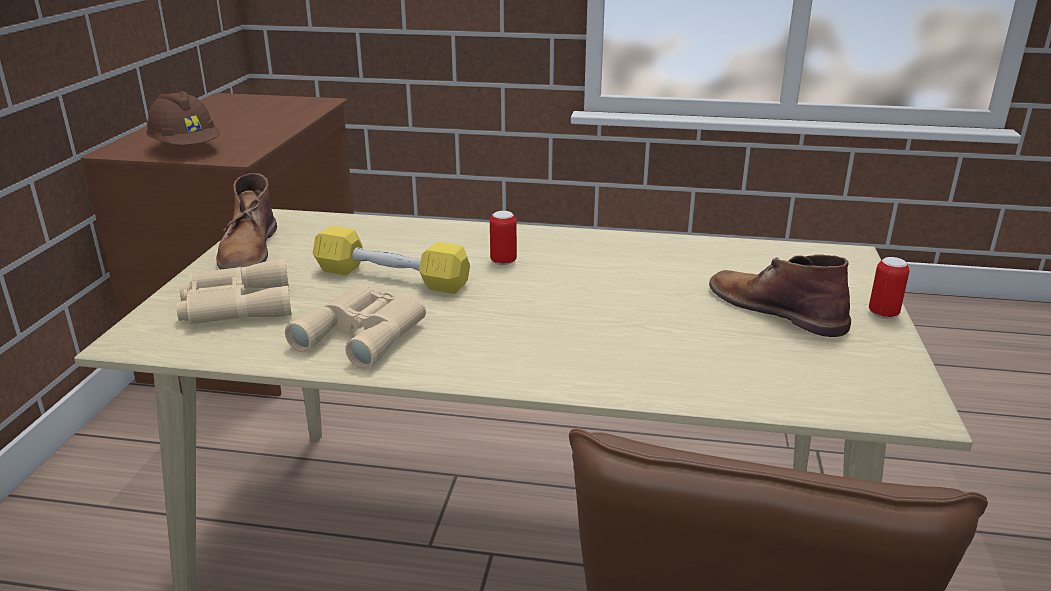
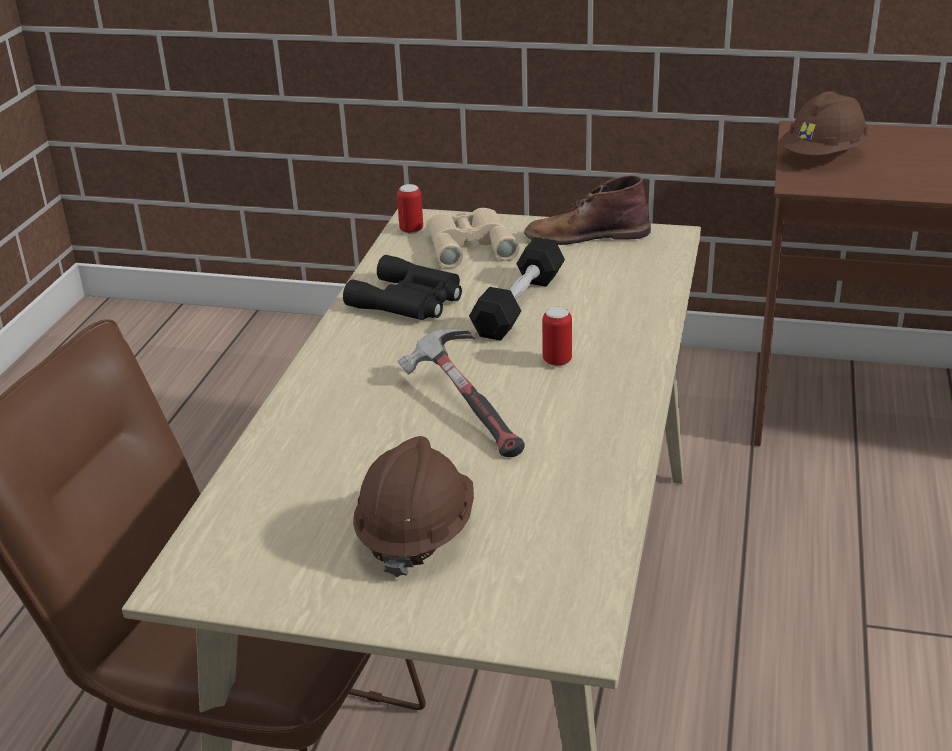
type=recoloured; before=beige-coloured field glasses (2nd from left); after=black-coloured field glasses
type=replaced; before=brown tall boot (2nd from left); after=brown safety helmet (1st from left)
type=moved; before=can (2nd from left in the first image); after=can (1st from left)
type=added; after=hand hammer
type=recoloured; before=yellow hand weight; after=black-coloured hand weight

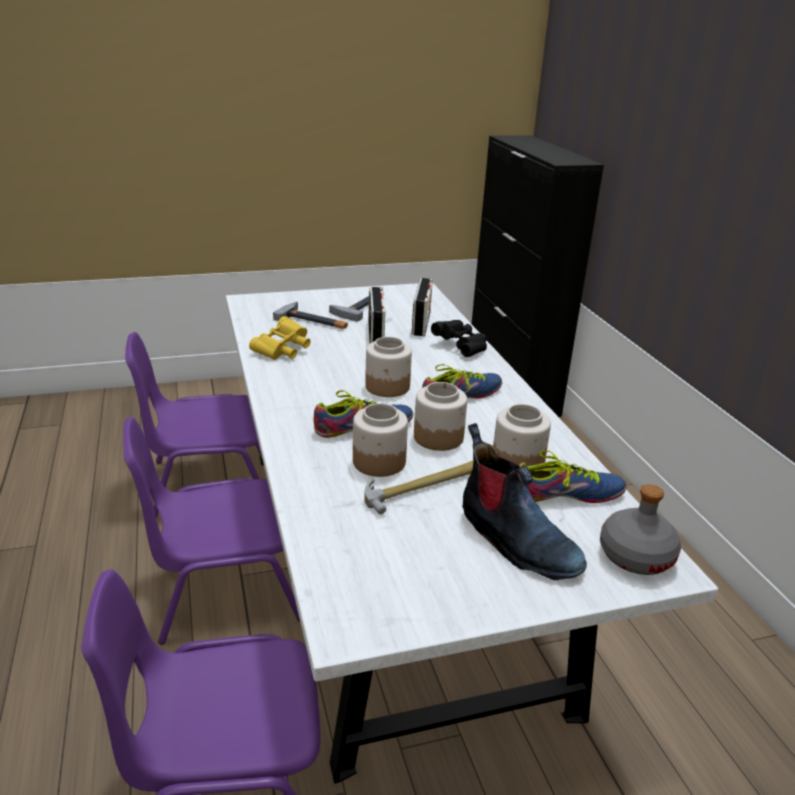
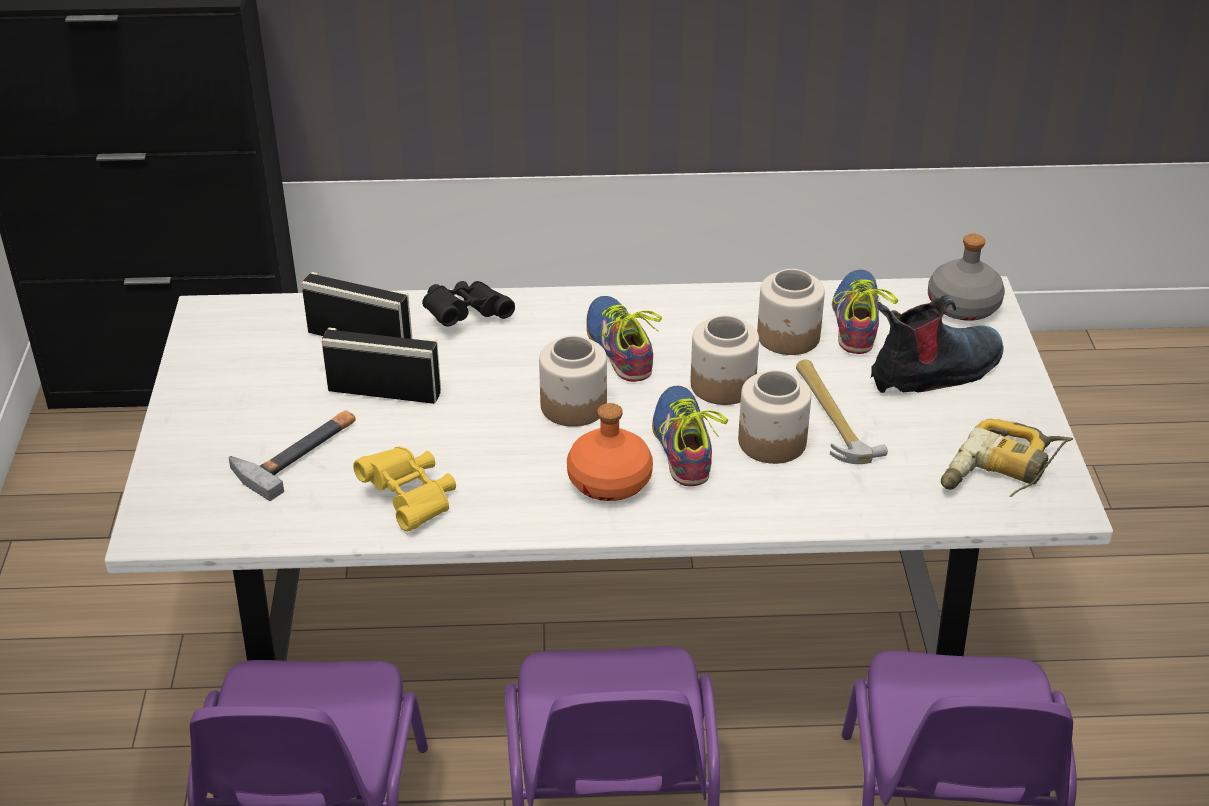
type=added; after=orangey bottle
type=added; after=electric drill
type=removed; before=hand hammer (2nd from left)

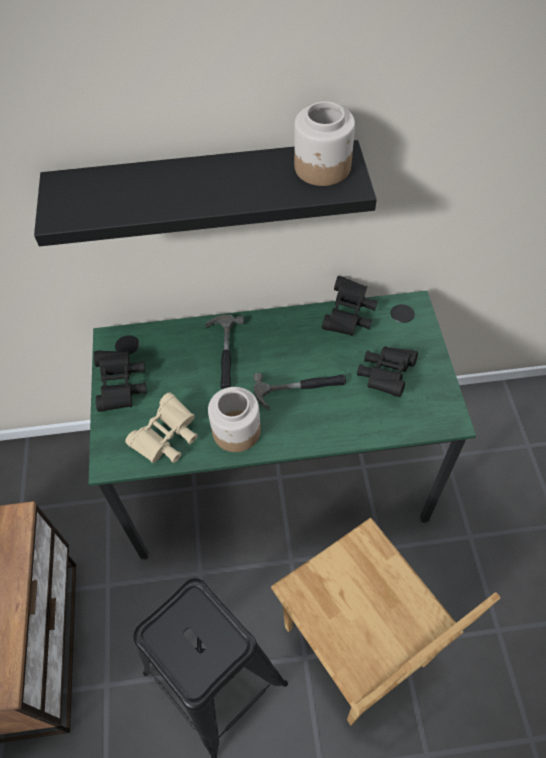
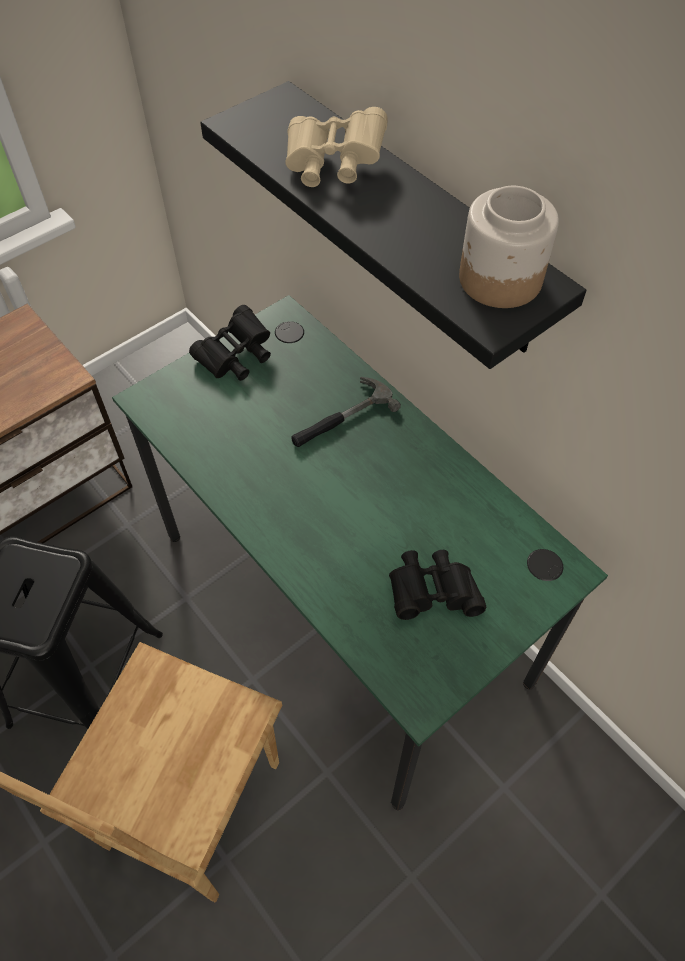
type=moved; before=beige-coloured field glasses
type=removed; before=preserve jar (1st from left)
type=removed; before=hand hammer (2nd from left)
type=removed; before=black-coloured field glasses (2nd from left)

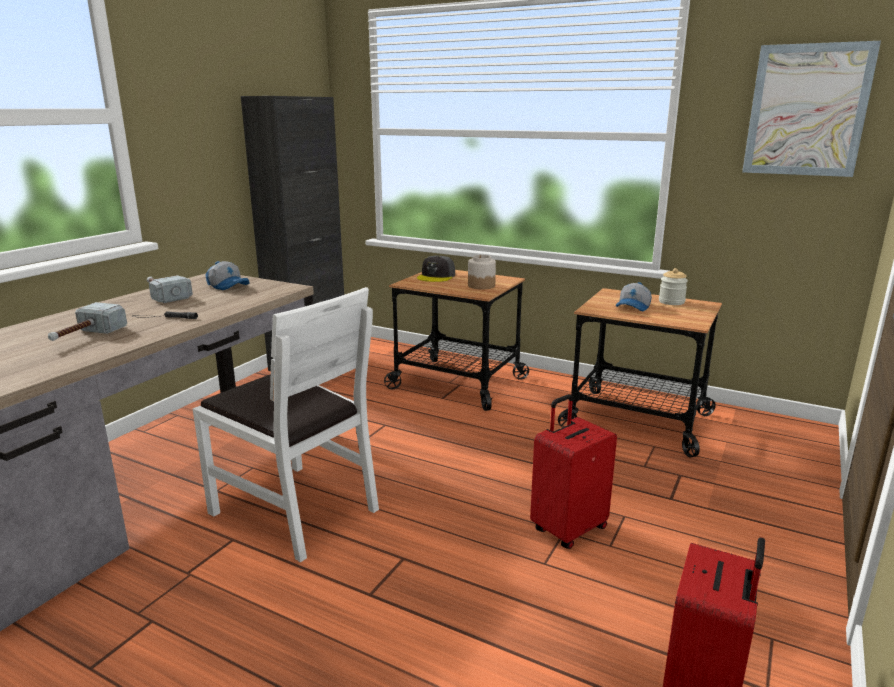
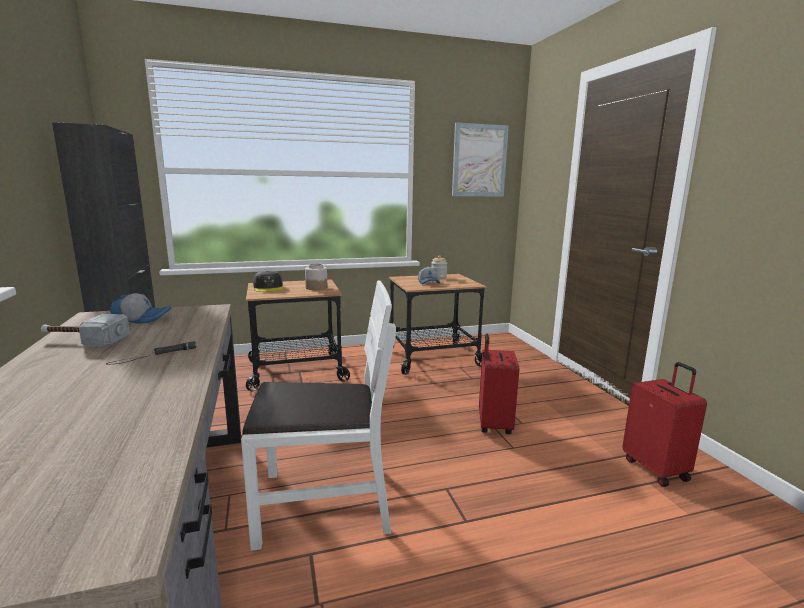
type=removed; before=hand hammer (1st from left)

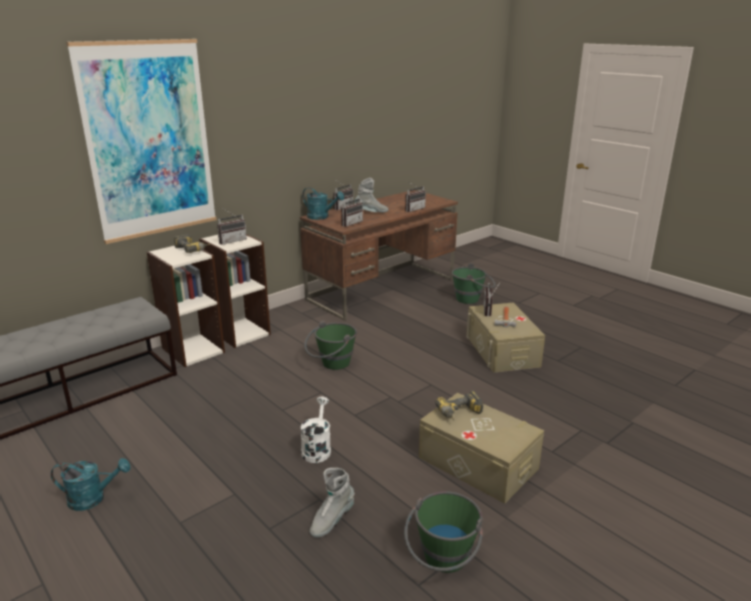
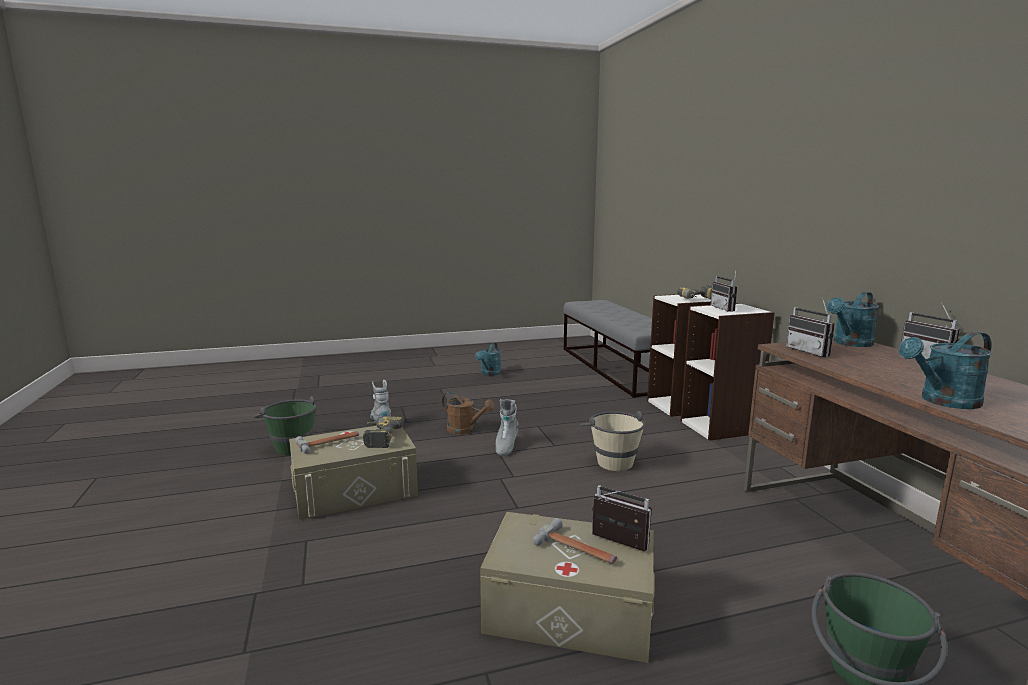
type=added; after=hand hammer (1st from left)
type=recoloured; before=white-coloured sprinkling can; after=brown sprinkling can
type=moved; before=greyish tall boot (2nd from left)
type=recoloured; before=green-coloured water bucket (1st from left); after=beige-coloured water bucket
type=replaced; before=radio set (4th from left); after=blue-green sprinkling can (3rd from left)
type=removed; before=picture

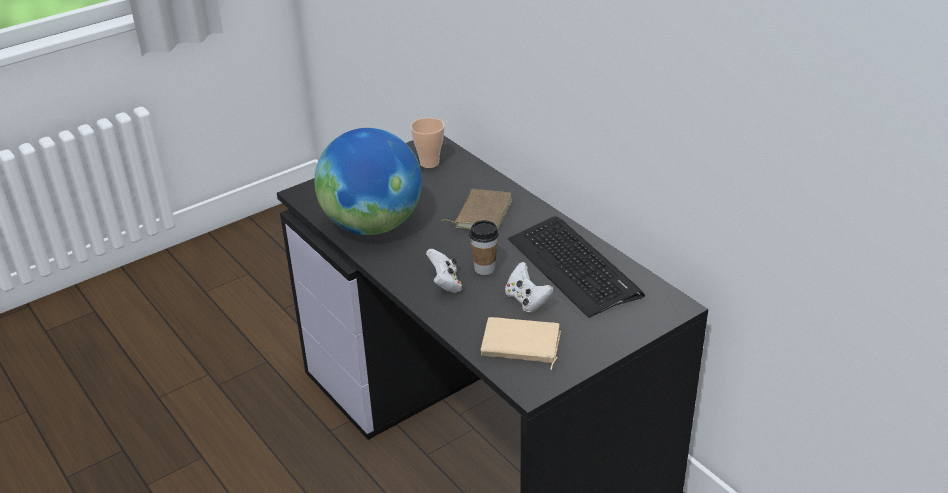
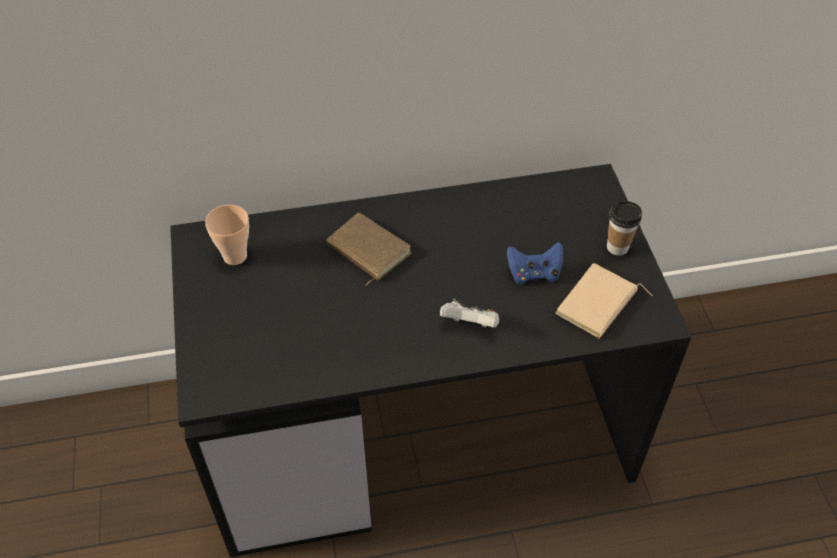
type=recoloured; before=white-coloured game controller (2nd from left); after=bluish game controller
type=moved; before=cup (2nd from left)
type=removed; before=globe
type=removed; before=keyboard

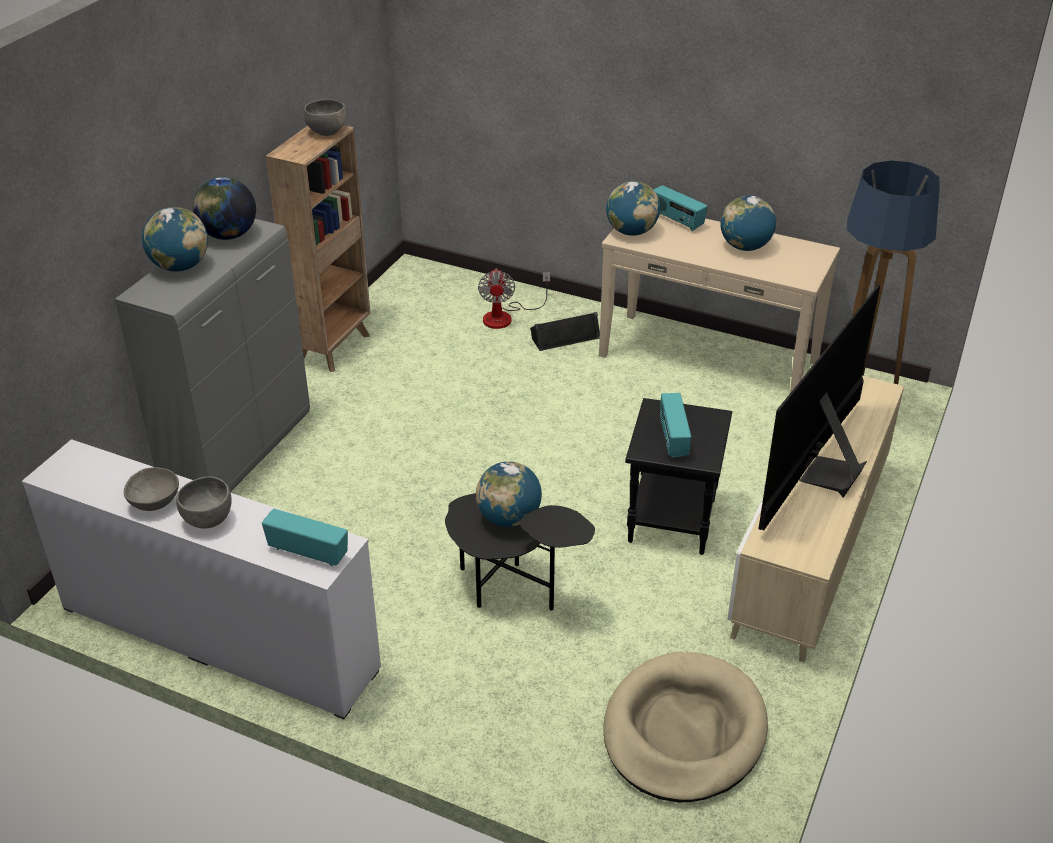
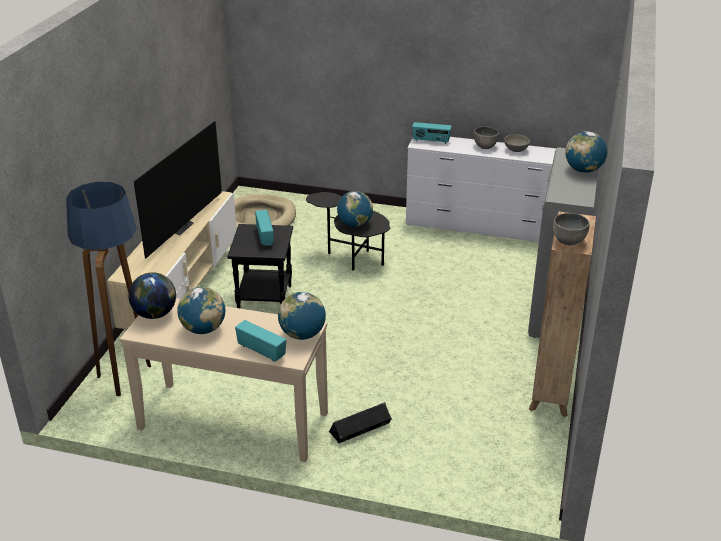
type=moved; before=globe (2nd from left in the first image); after=globe (1st from left)
type=removed; before=fan

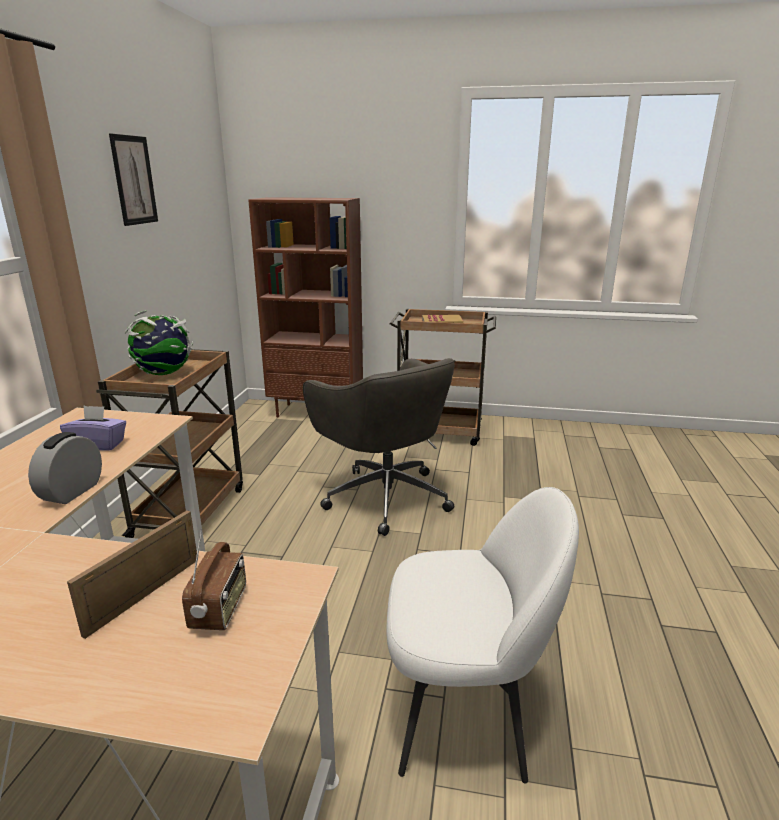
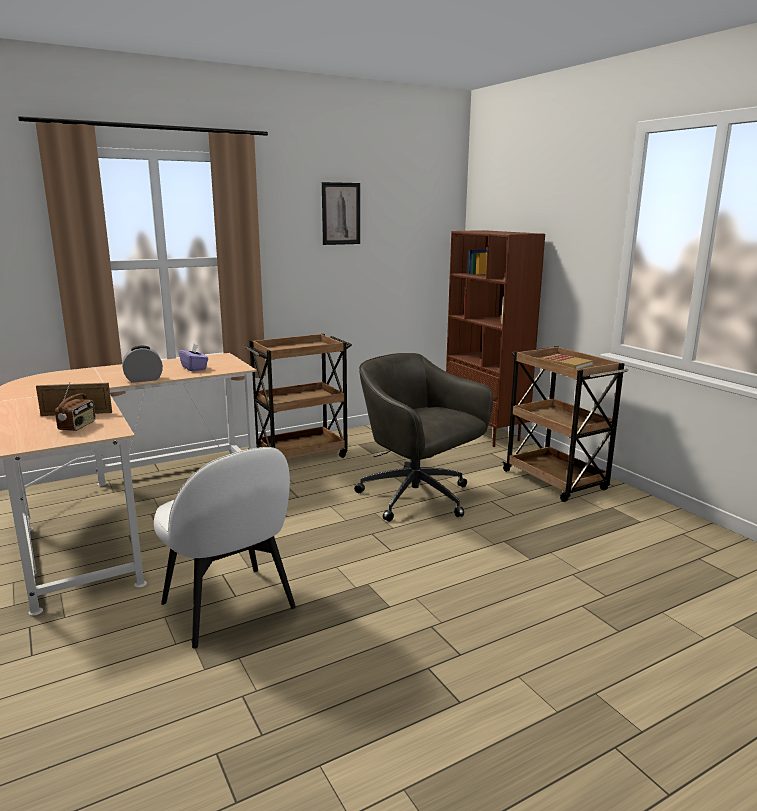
type=turned; before=radio set; turn=-45
type=turned; before=greyish computer chair; turn=120
type=removed; before=globe

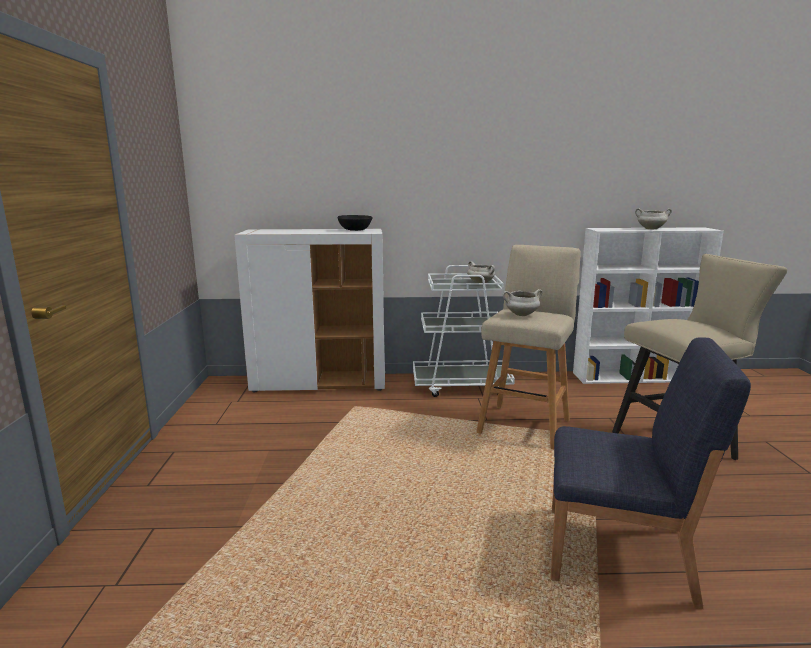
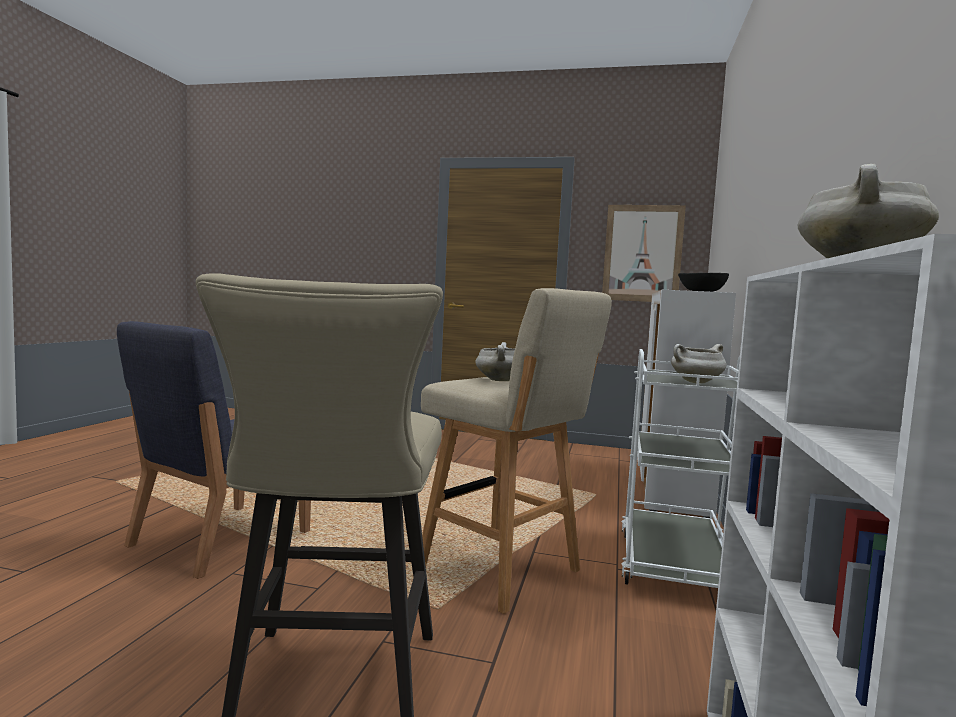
type=added; after=picture

